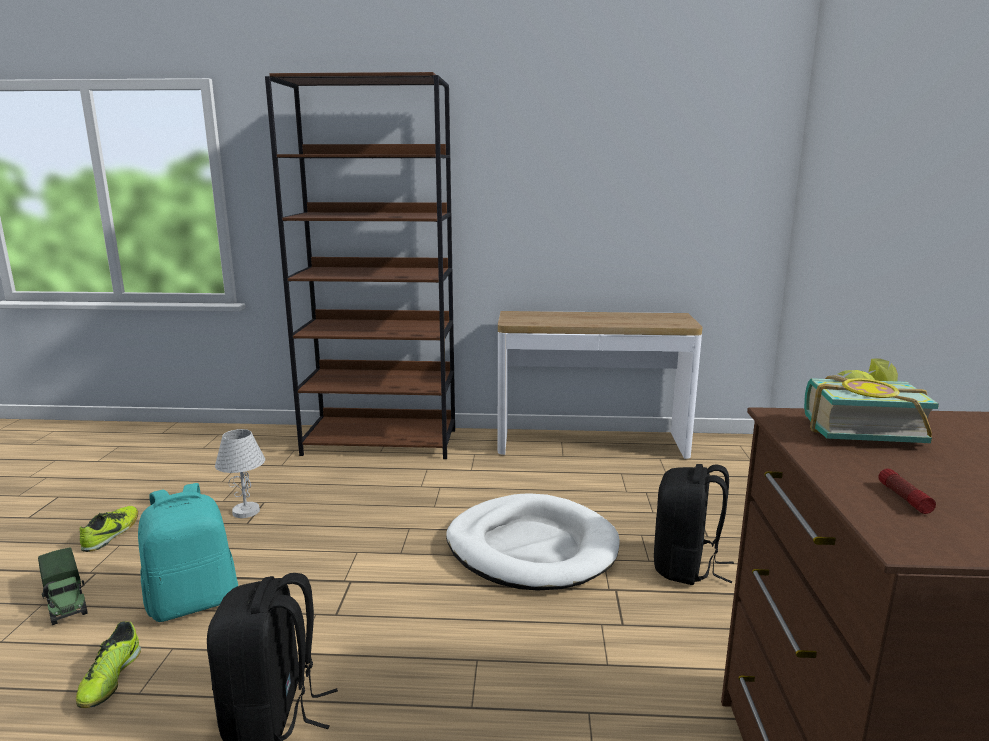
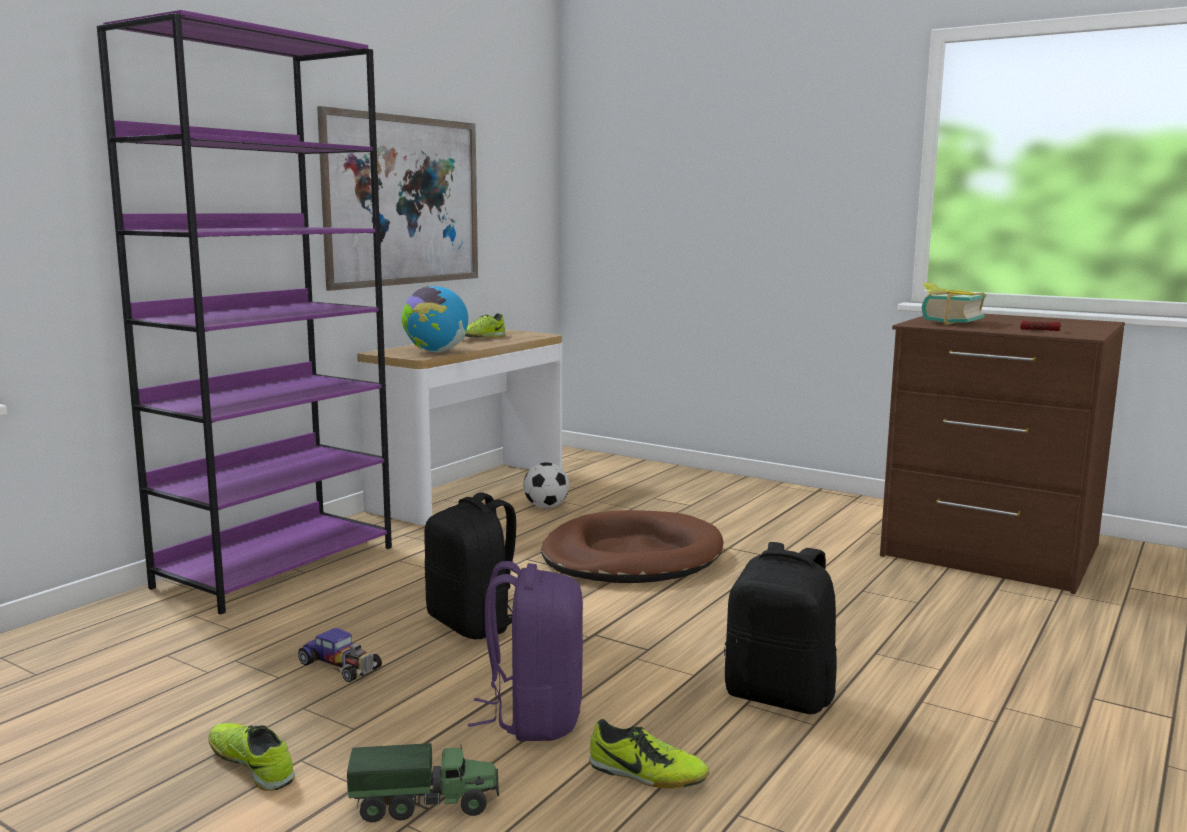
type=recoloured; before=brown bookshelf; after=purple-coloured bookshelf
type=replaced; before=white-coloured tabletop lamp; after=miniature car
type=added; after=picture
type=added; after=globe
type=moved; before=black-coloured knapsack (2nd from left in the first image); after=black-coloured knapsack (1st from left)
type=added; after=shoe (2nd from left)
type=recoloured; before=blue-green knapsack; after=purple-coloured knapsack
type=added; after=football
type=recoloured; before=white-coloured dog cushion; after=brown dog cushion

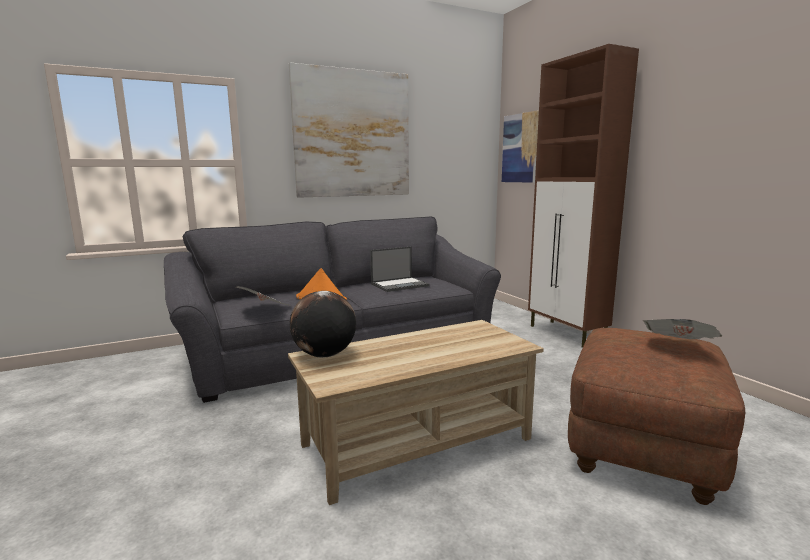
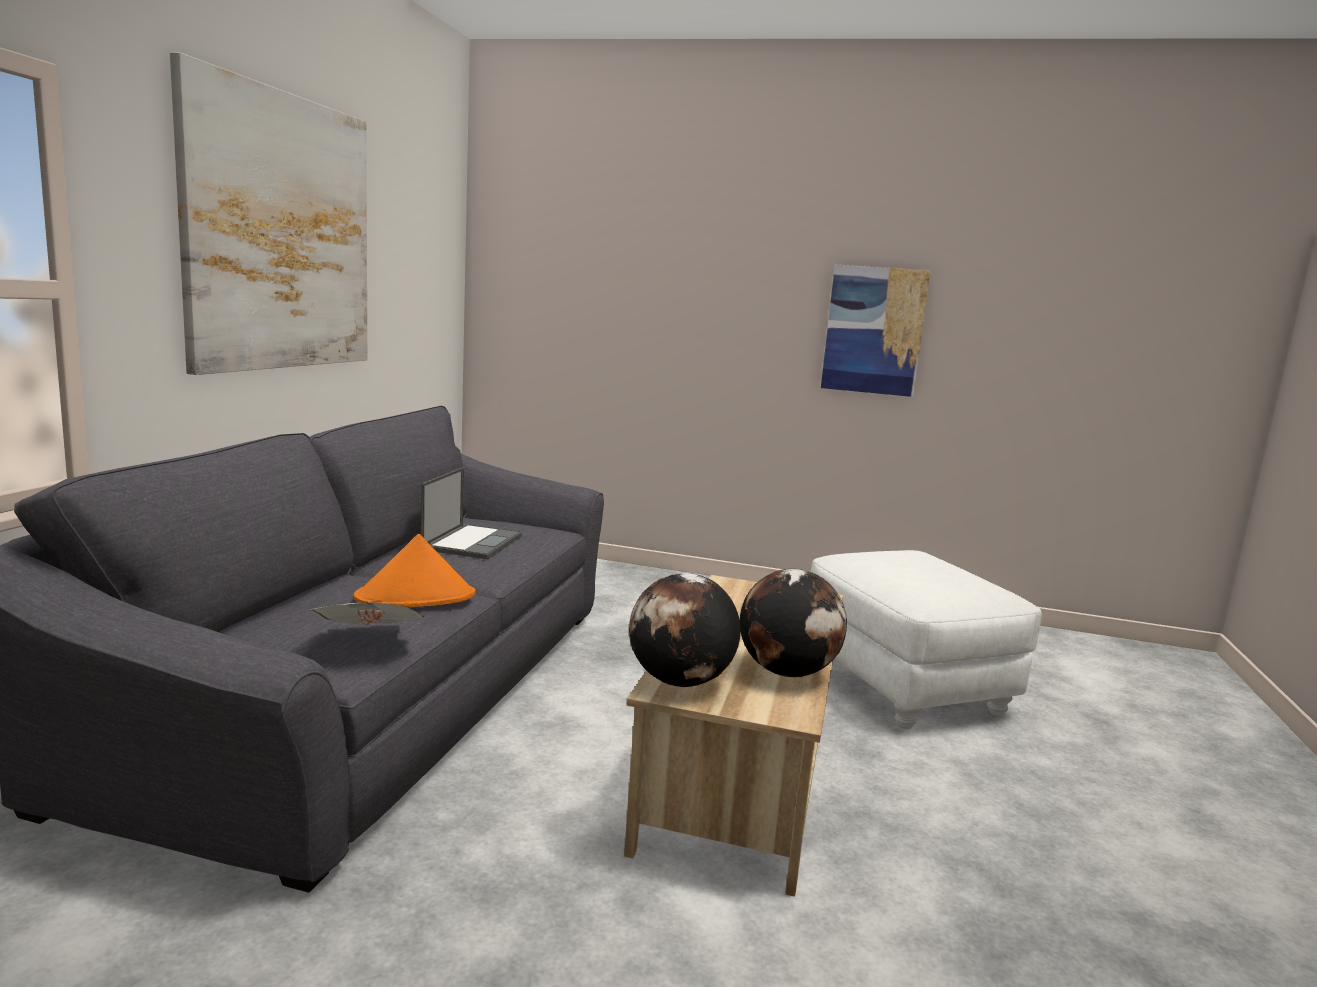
type=added; after=globe (2nd from left)
type=recoloured; before=brown footrest; after=white-coloured footrest
type=moved; before=picture (2nd from left)
type=removed; before=brown cupboard
type=removed; before=newspaper (2nd from left)

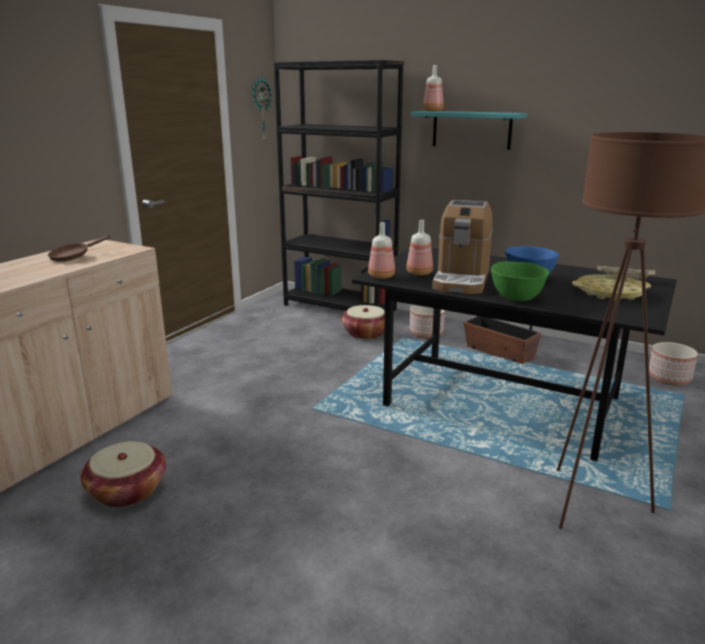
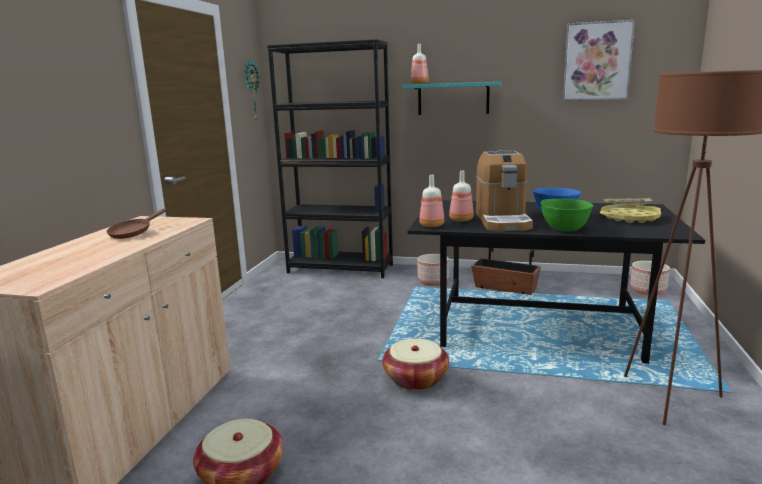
type=moved; before=household basket (2nd from left)
type=added; after=picture

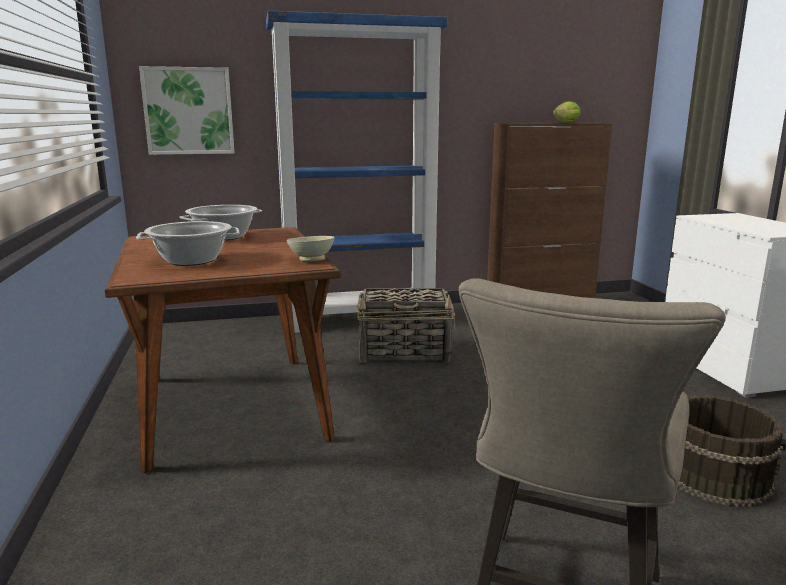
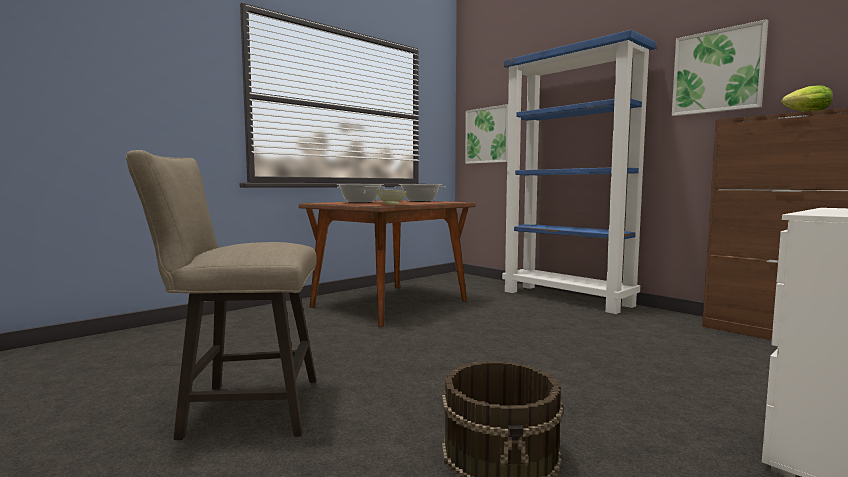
type=added; after=picture (2nd from left)
type=removed; before=household basket

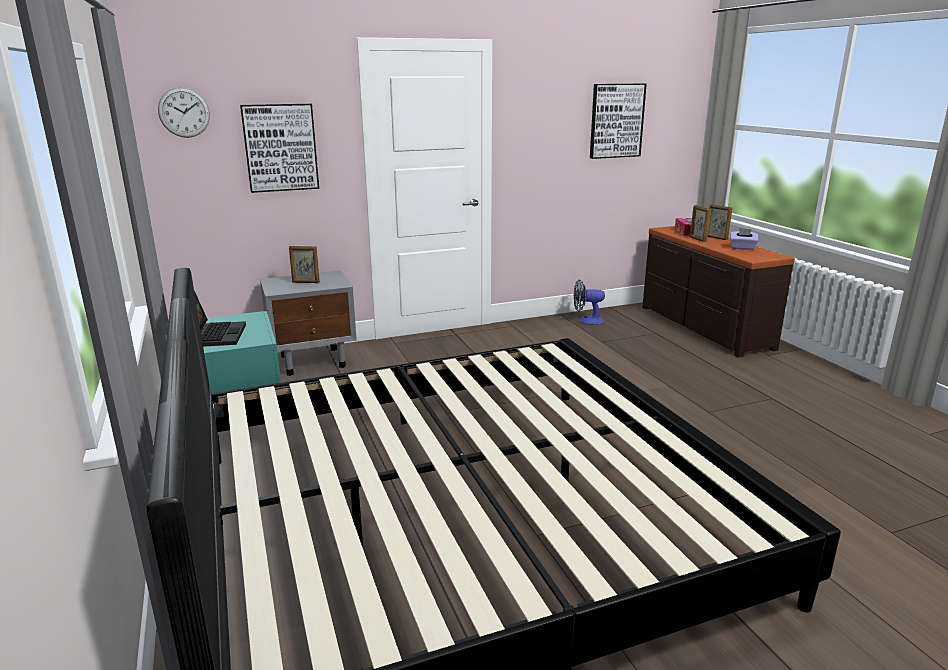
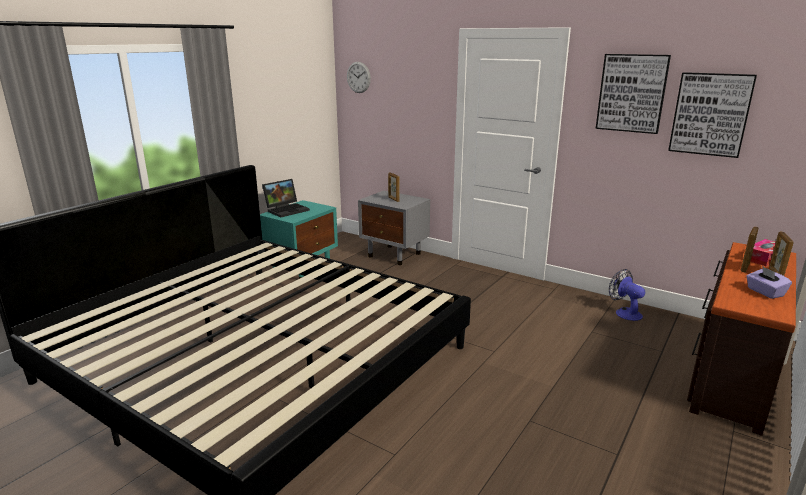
type=moved; before=picture (1st from left)

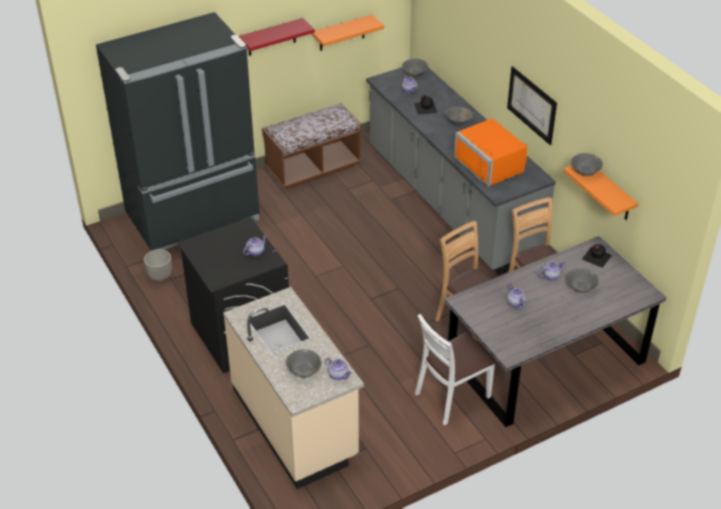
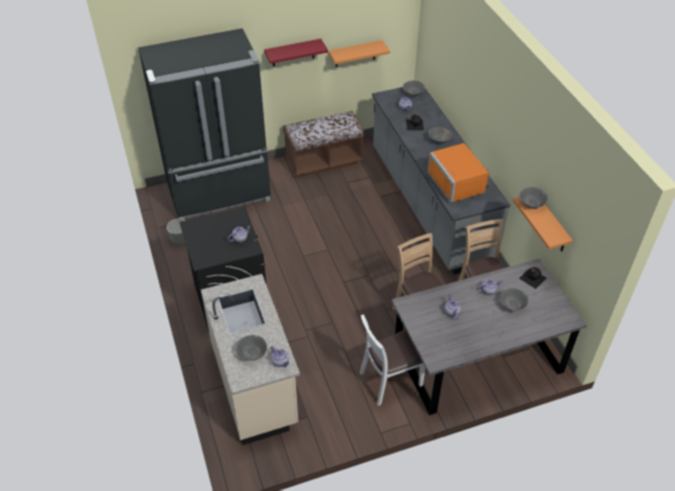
type=removed; before=picture

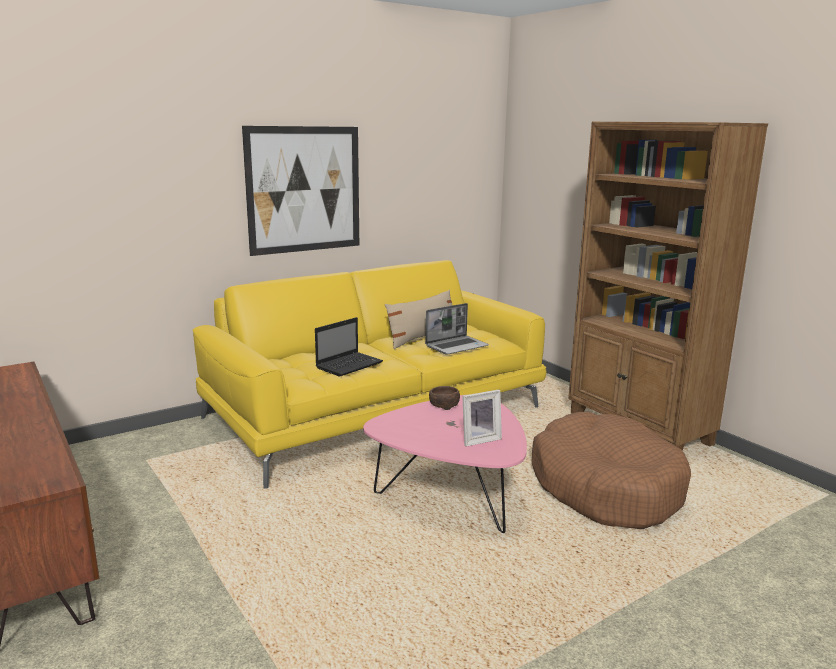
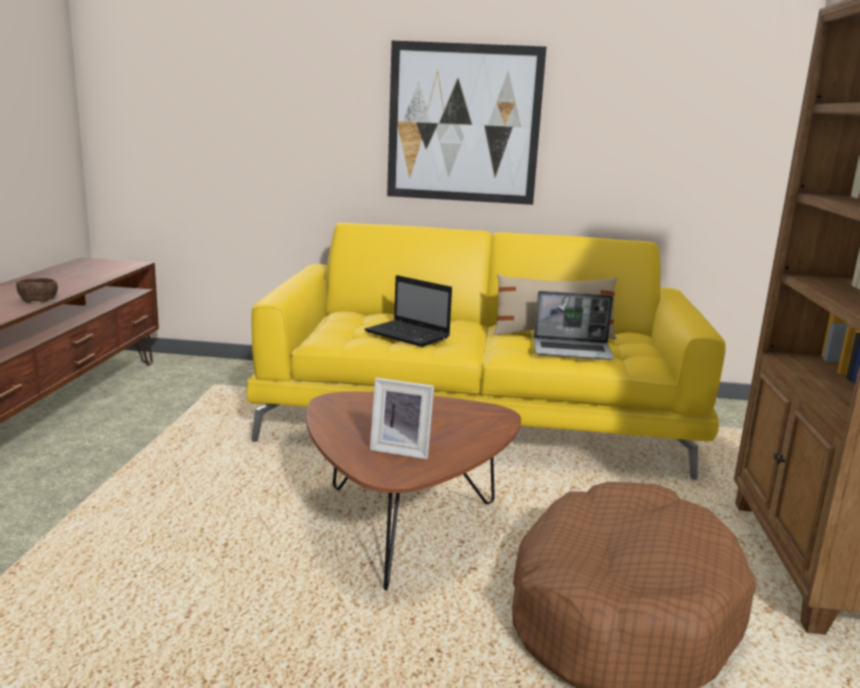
type=moved; before=brown serving bowl
type=recoloured; before=pink lounge table; after=brown lounge table
type=turned; before=laptop (1st from left); turn=45

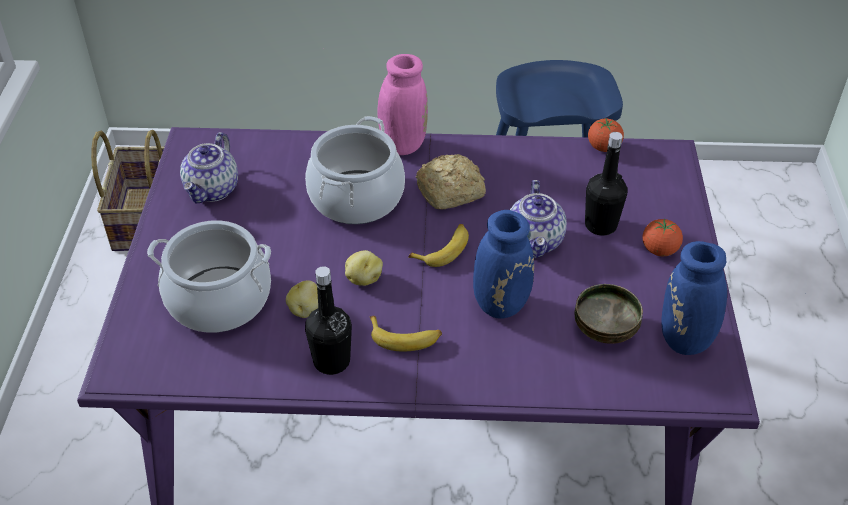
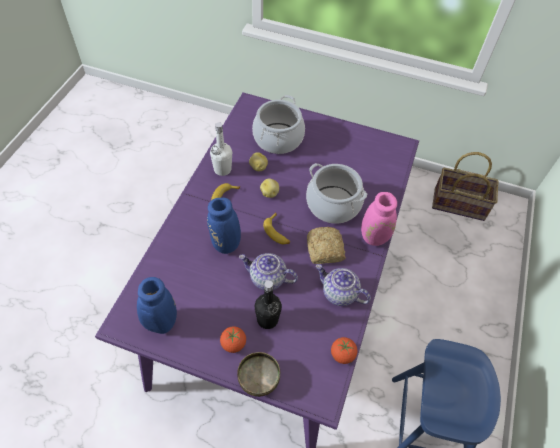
type=recoloured; before=black-coloured bottle (1st from left); after=white-coloured bottle
type=moved; before=serving bowl
type=moved; before=teapot (1st from left in the first image); after=teapot (2nd from left)

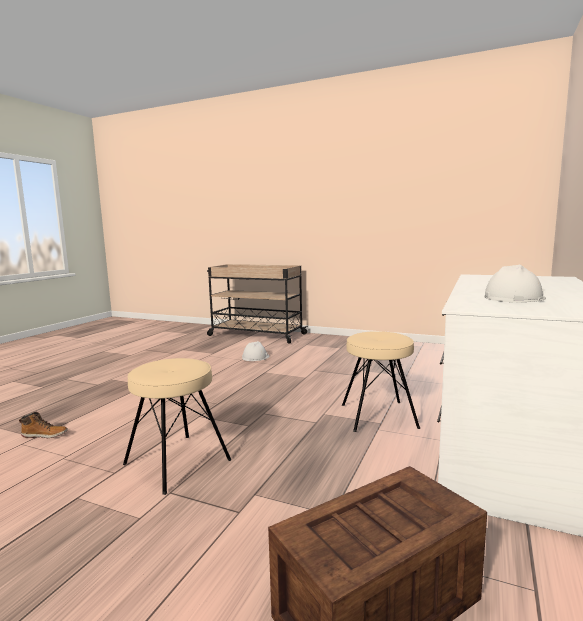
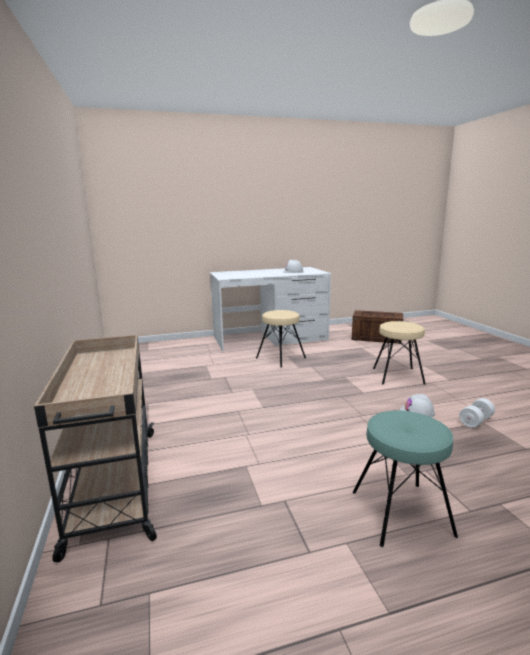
type=added; after=blue-green sitting stool
type=moved; before=white-coloured safety helmet (1st from left in the first image); after=white-coloured safety helmet (2nd from left)
type=replaced; before=tall boot; after=white-coloured hand weight

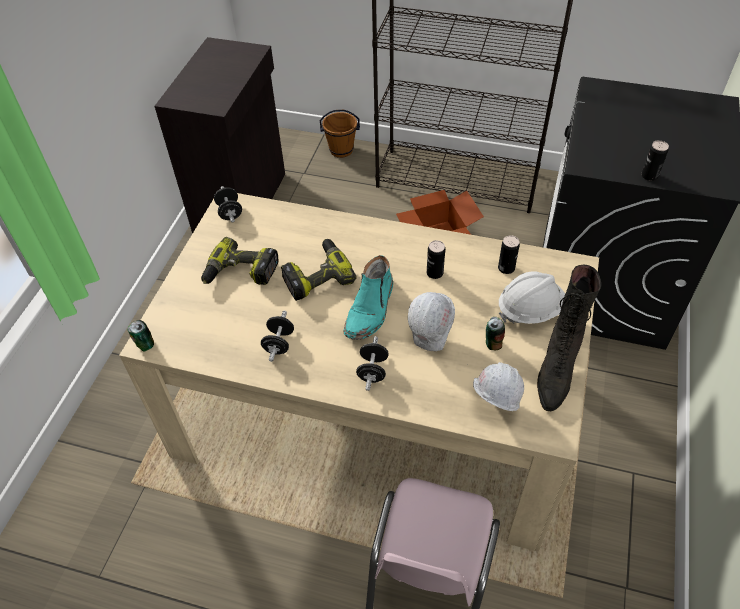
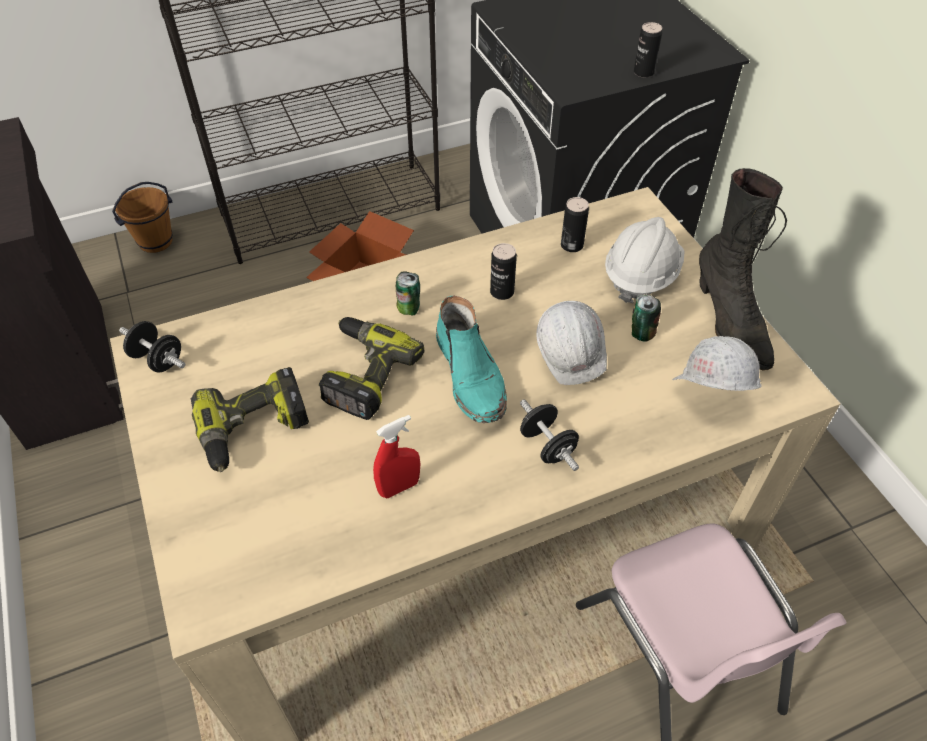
type=replaced; before=black-coloured hand weight (2nd from left); after=red spray bottle
type=moved; before=can (1st from left)

